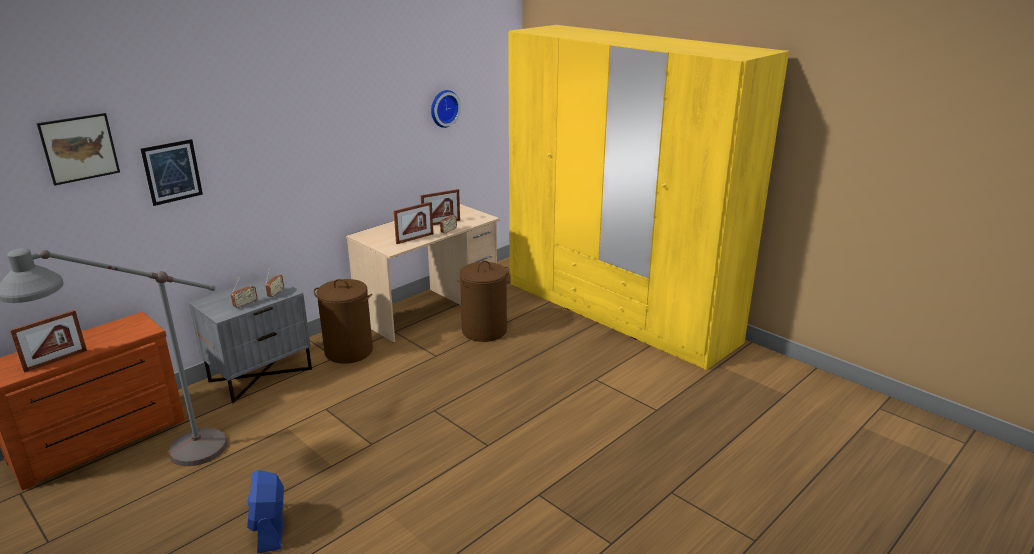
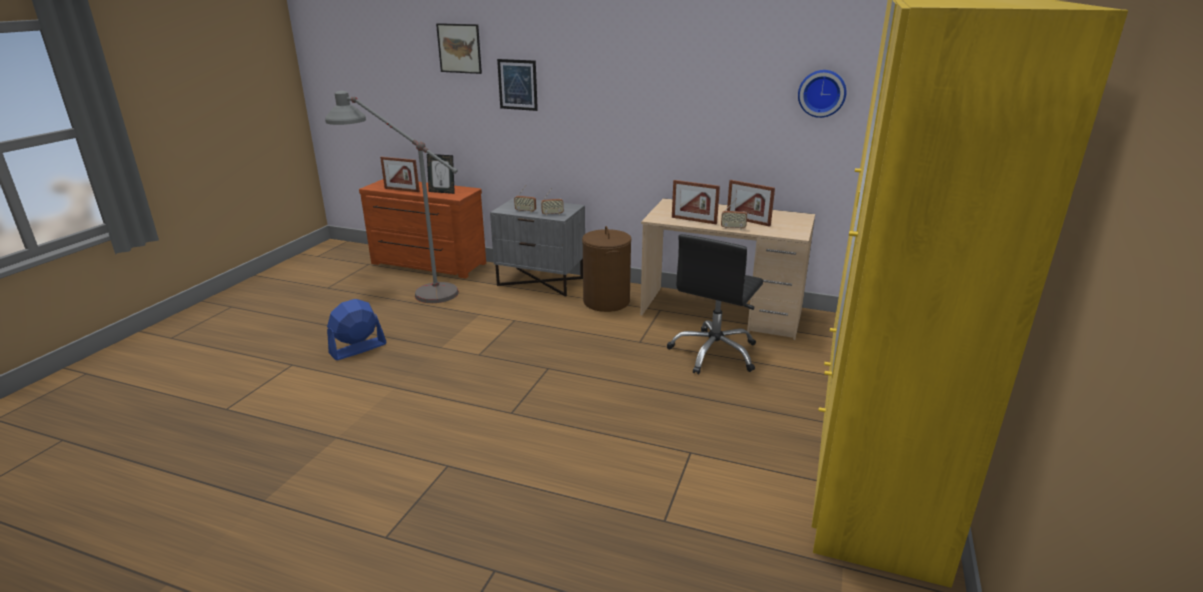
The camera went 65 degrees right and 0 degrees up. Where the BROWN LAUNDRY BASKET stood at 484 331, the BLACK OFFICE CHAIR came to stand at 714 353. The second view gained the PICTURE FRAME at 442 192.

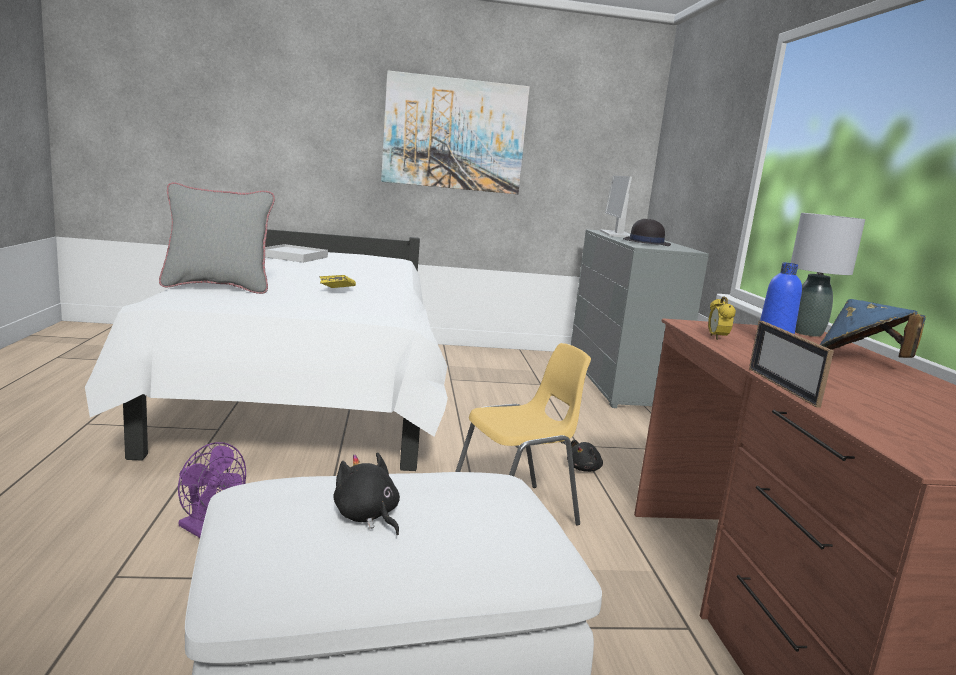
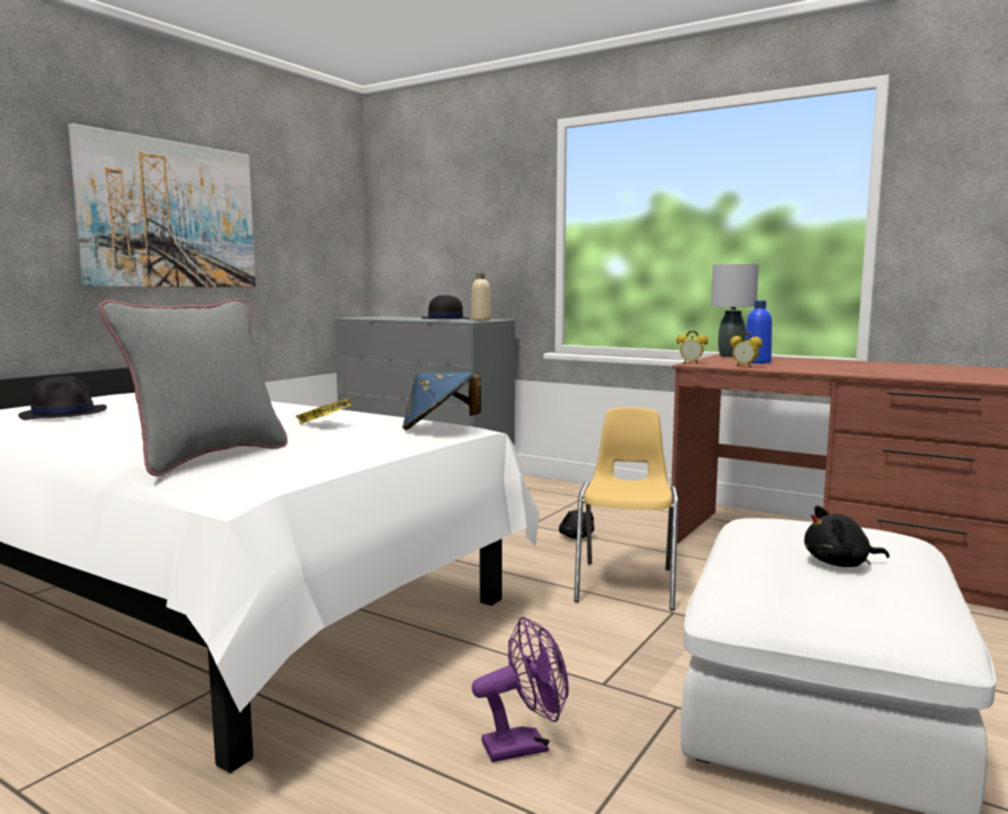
The camera went 50 degrees left and 5 degrees down. Where the WHITE TRAY stood at 293 256, the BLACK HAT came to stand at 64 413. The second view lost the MONITOR at 616 234. The second view lost the PICTURE FRAME at 781 386. The BLUE HAT ended up elsewhere, having gone from 859 361 to 438 428. The second view gained the BEIGE BOTTLE at 481 320. The second view gained the ALARM CLOCK at 691 363.

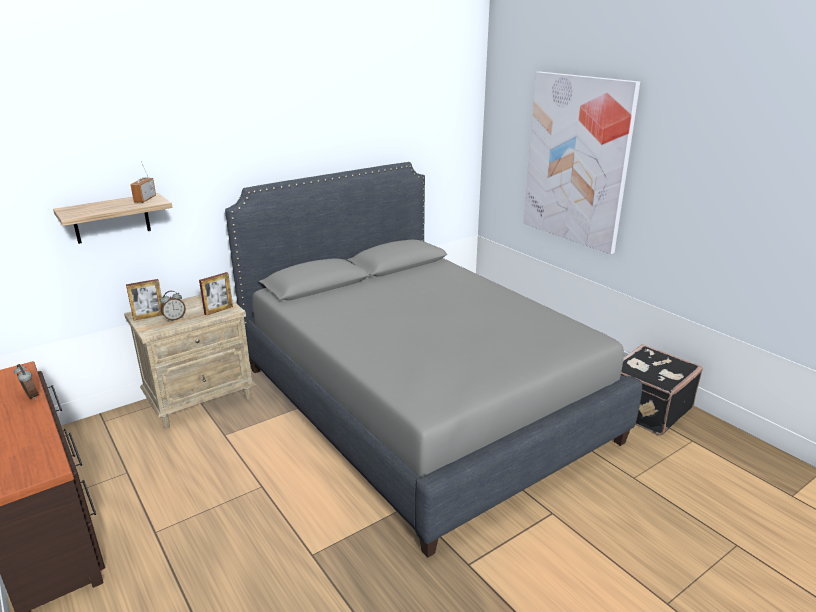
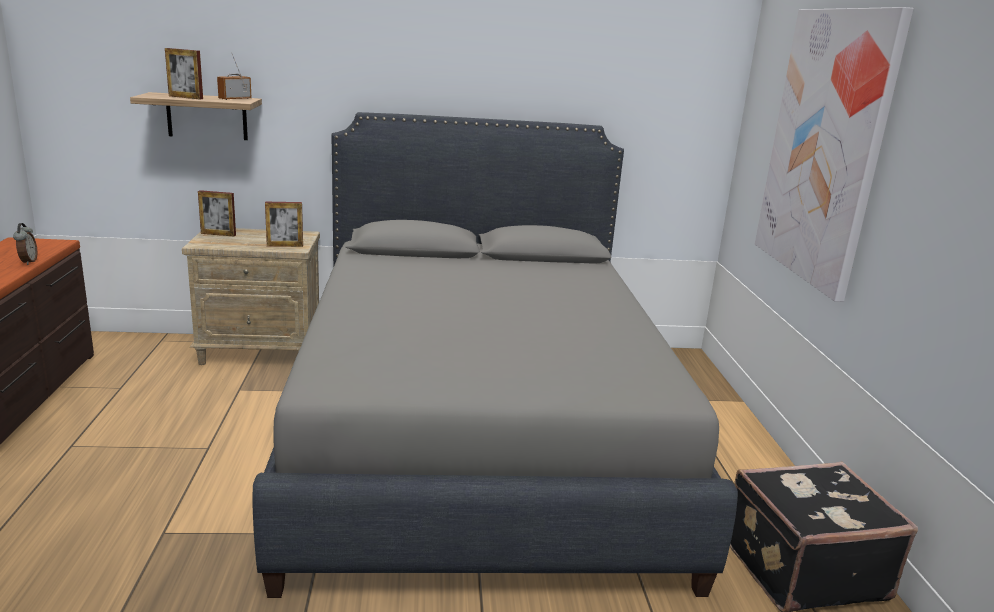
The camera went 30 degrees right and 5 degrees down. The second view lost the ALARM CLOCK at 174 318. The second view gained the PICTURE FRAME at 185 97.

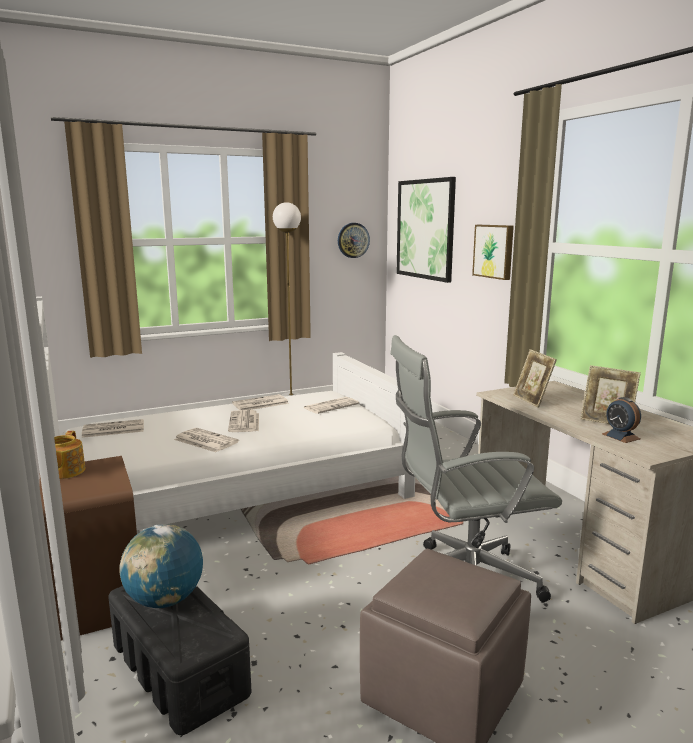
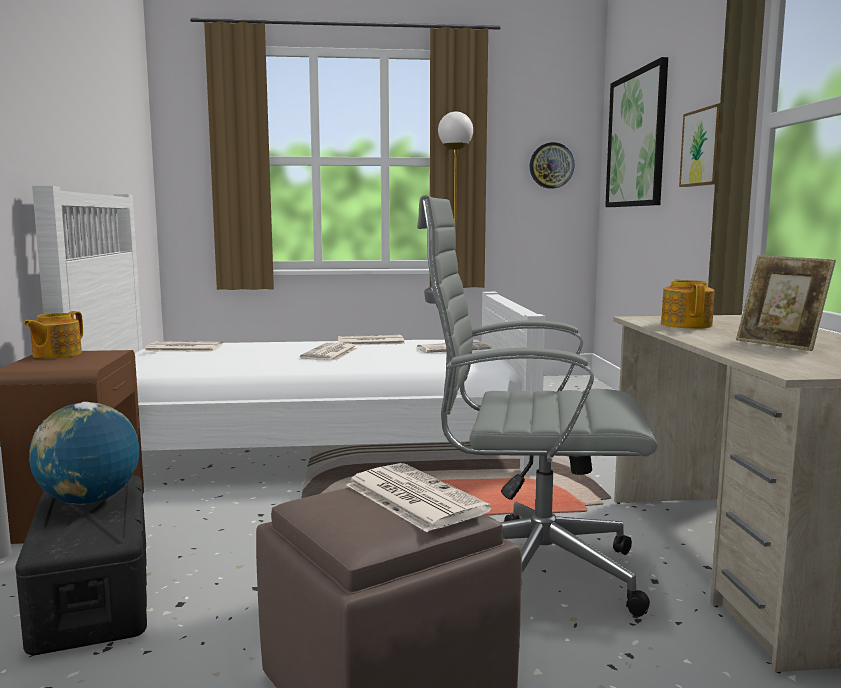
The camera went 20 degrees right and 5 degrees down. The NEWSPAPER ended up elsewhere, having gone from 205 441 to 412 497. Where the PICTURE FRAME stood at 532 400, the TEAPOT came to stand at 686 325. The second view lost the ALARM CLOCK at 621 436.

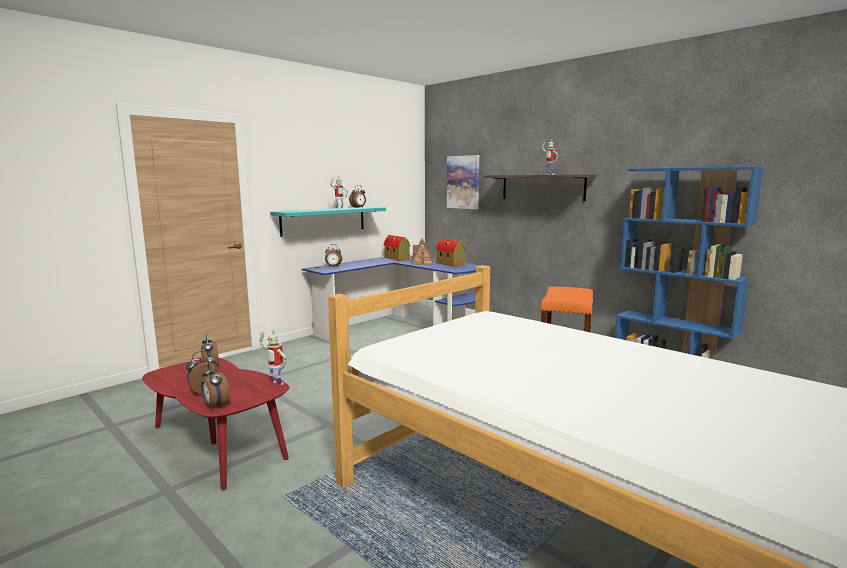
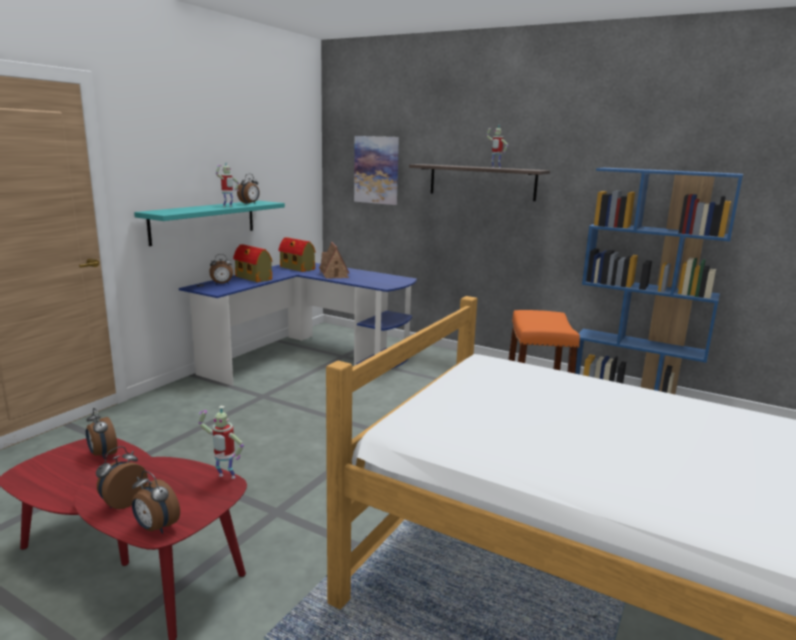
The camera went 15 degrees left and 5 degrees up. The TOY HOUSE ended up elsewhere, having gone from 451 264 to 254 278.

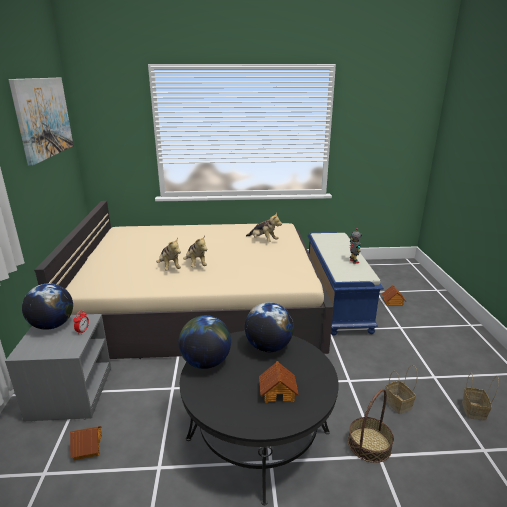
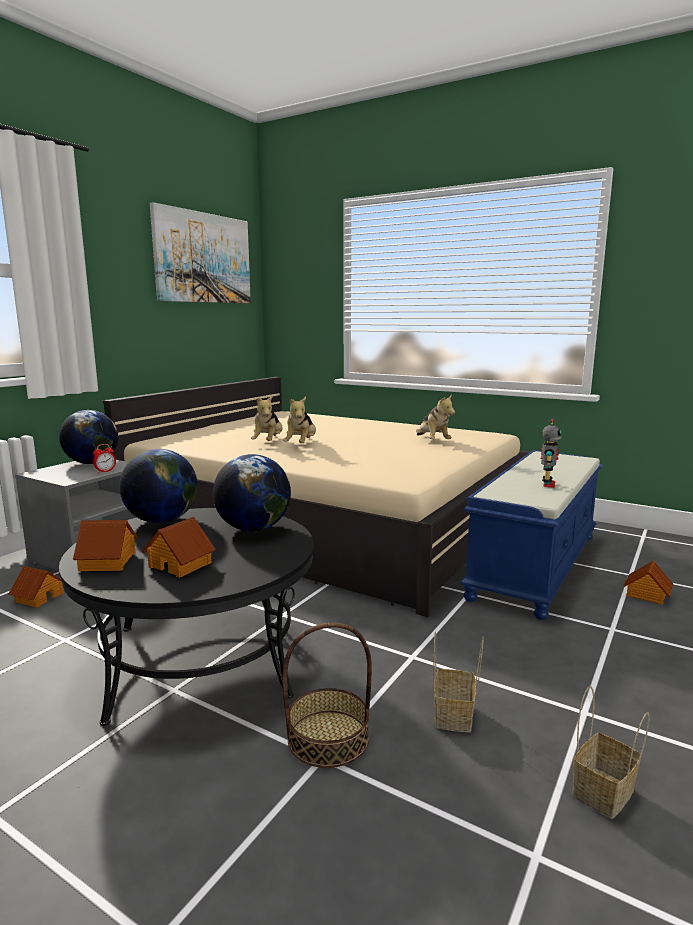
The camera went 35 degrees right and 10 degrees down. The second view gained the TOY HOUSE at 109 561.

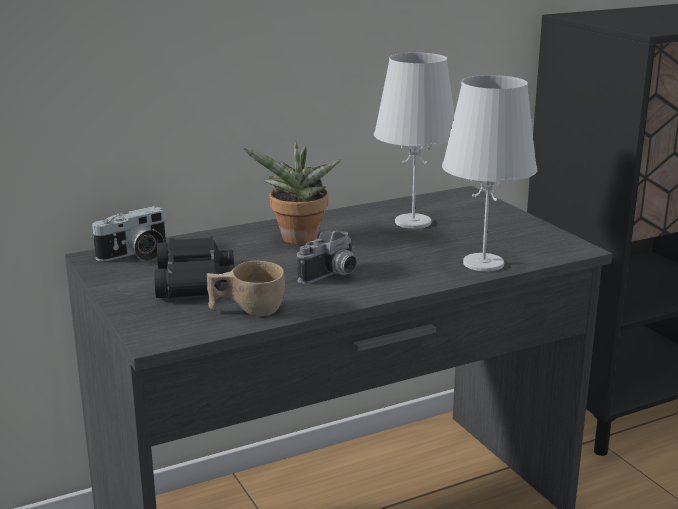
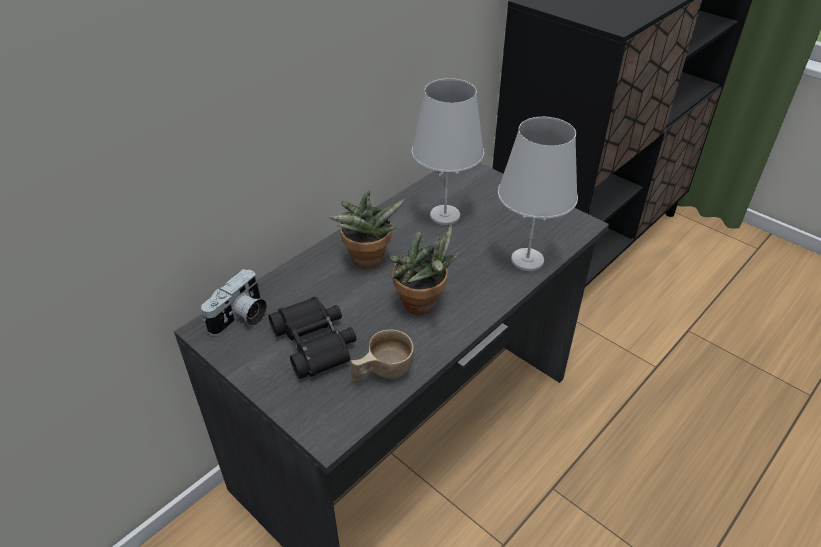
The camera went 20 degrees left and 20 degrees up. Where the PHOTO CAMERA stood at 332 276, the POTTED PLANT came to stand at 423 306.

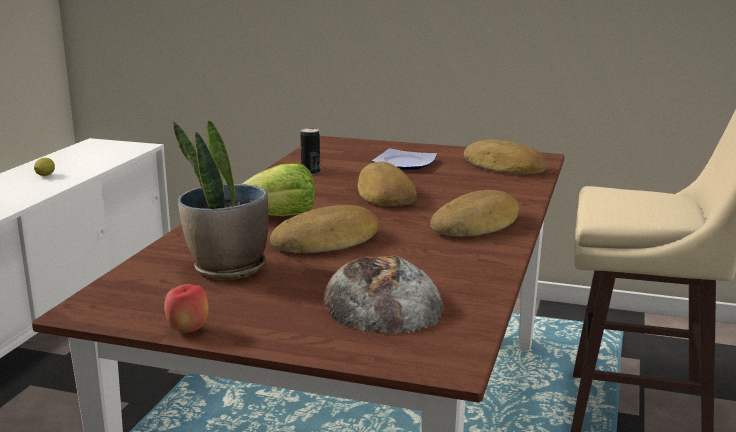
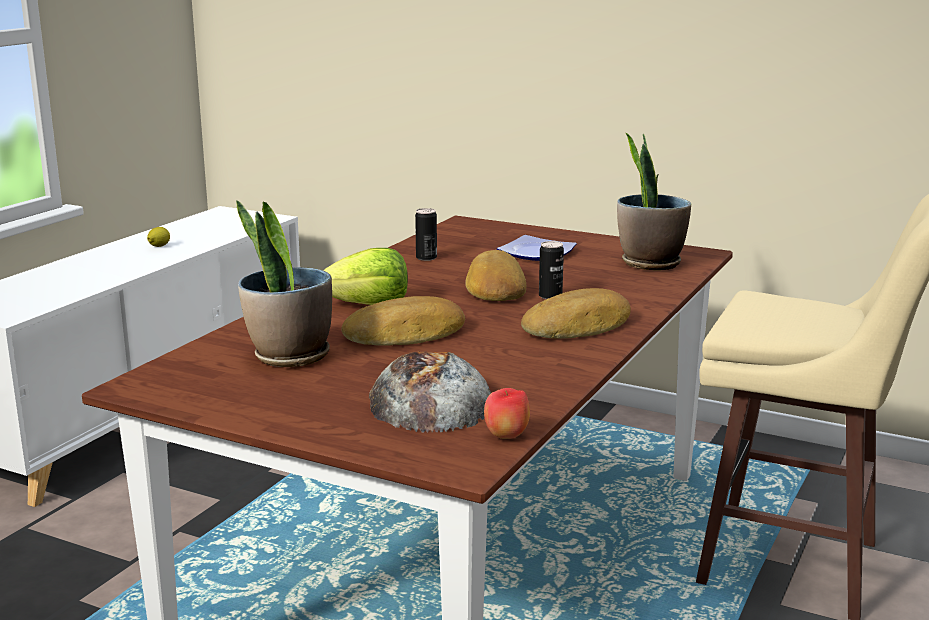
The camera went 10 degrees right and 0 degrees up. The APPLE ended up elsewhere, having gone from 188 330 to 506 436. Where the BREAD stood at 504 167, the POTTED PLANT came to stand at 650 263. The second view gained the CAN at 550 296.

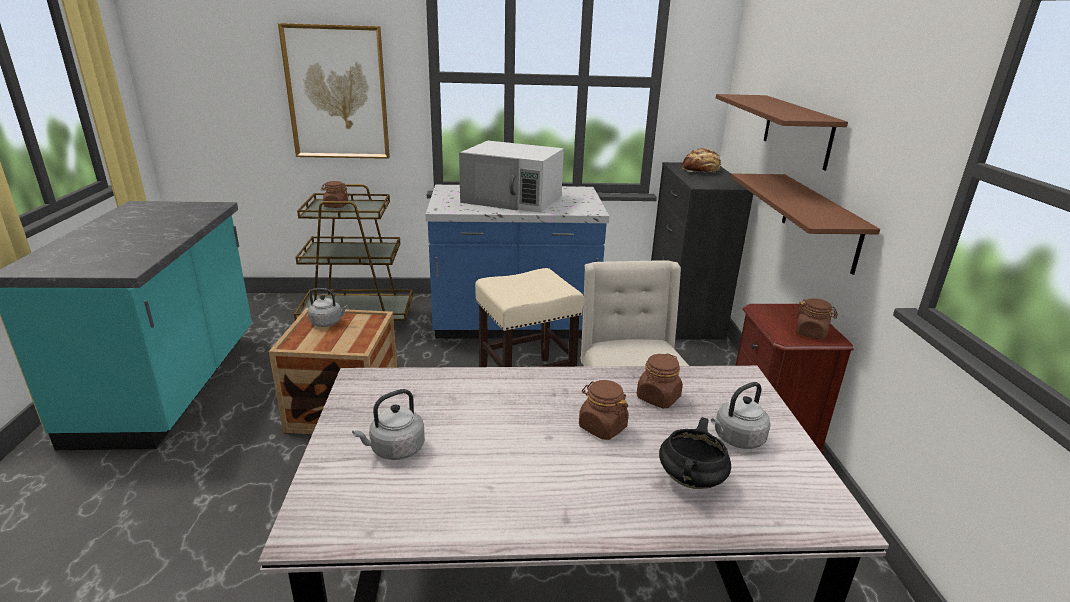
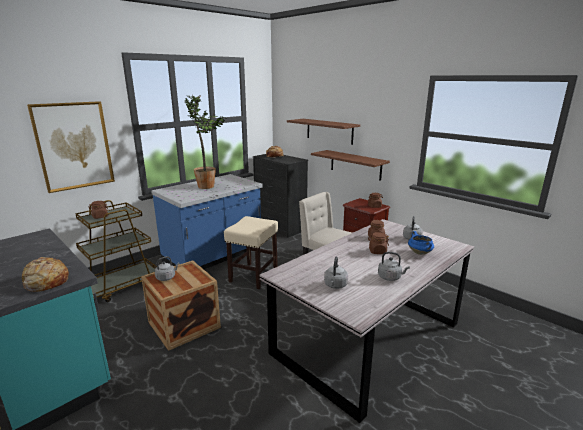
The camera went 40 degrees left and 5 degrees down. Where the WHITE MICROWAVE stood at 513 199, the POTTED PLANT came to stand at 207 187. What was the BLACK COOKING POT at 691 480 turned into the BLUE COOKING POT at 420 253. The second view gained the BREAD at 46 281. The second view gained the GREY KETTLE at 390 277.

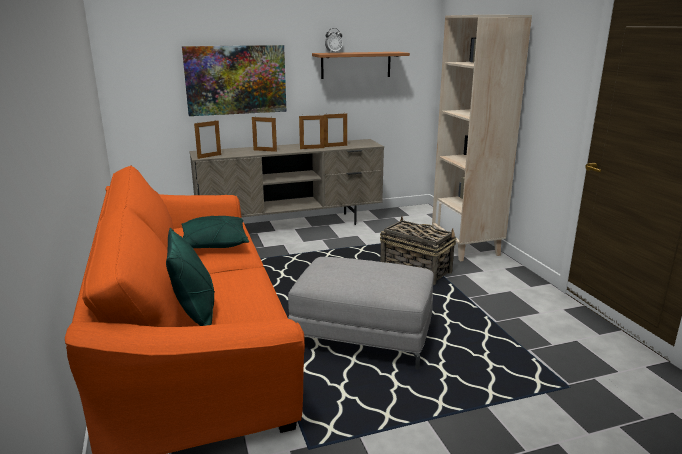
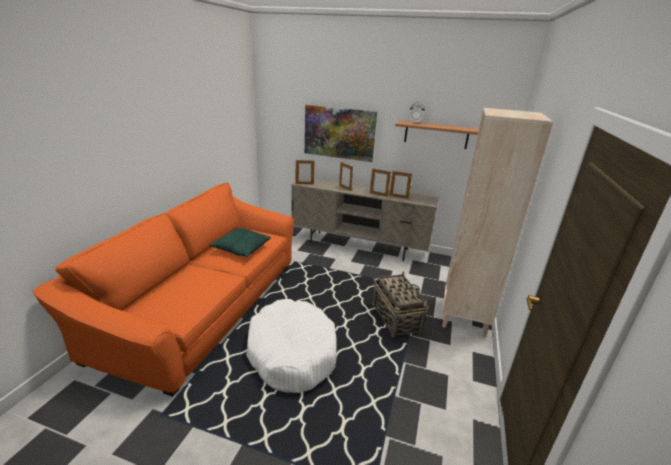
The camera went 35 degrees right and 5 degrees up. The second view lost the GREEN PILLOW at 195 314. Where the GREY OTTOMAN stood at 363 335, the WHITE DOG BED came to stand at 291 353.

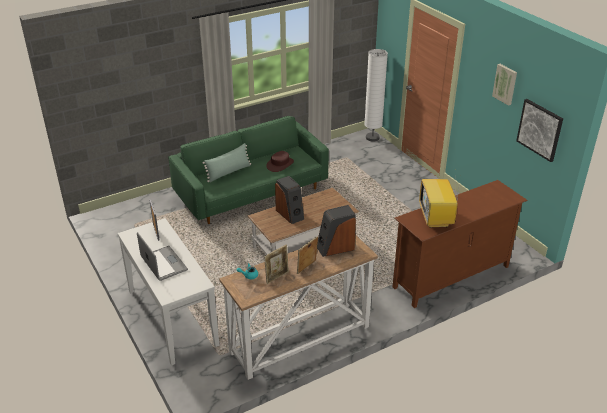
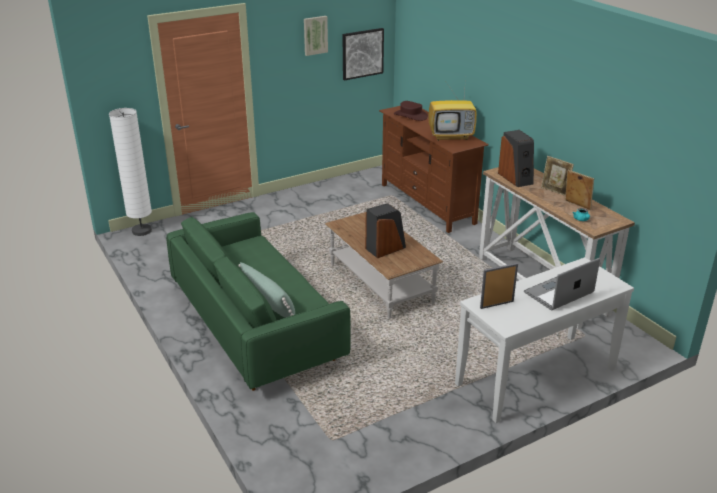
The camera went 90 degrees left and 5 degrees down. The BROWN HAT ended up elsewhere, having gone from 280 164 to 410 115.

